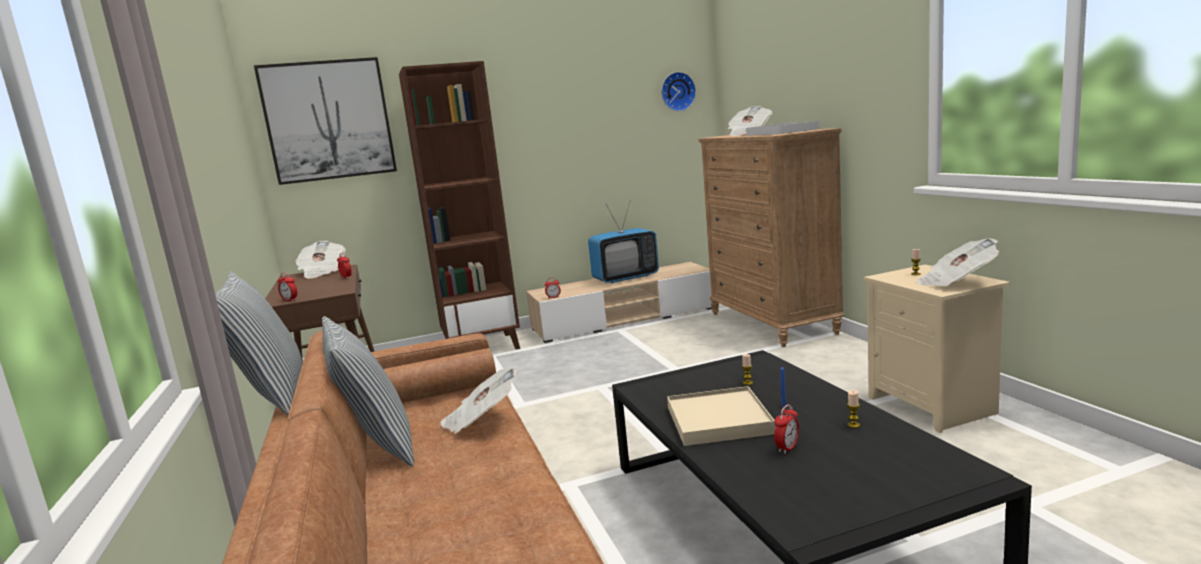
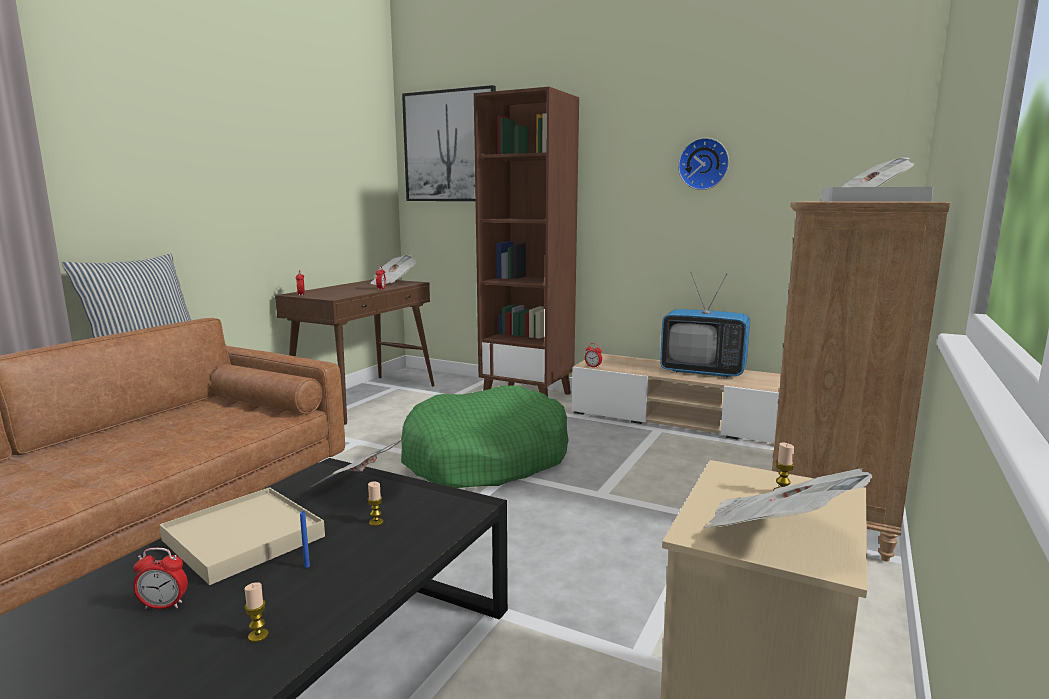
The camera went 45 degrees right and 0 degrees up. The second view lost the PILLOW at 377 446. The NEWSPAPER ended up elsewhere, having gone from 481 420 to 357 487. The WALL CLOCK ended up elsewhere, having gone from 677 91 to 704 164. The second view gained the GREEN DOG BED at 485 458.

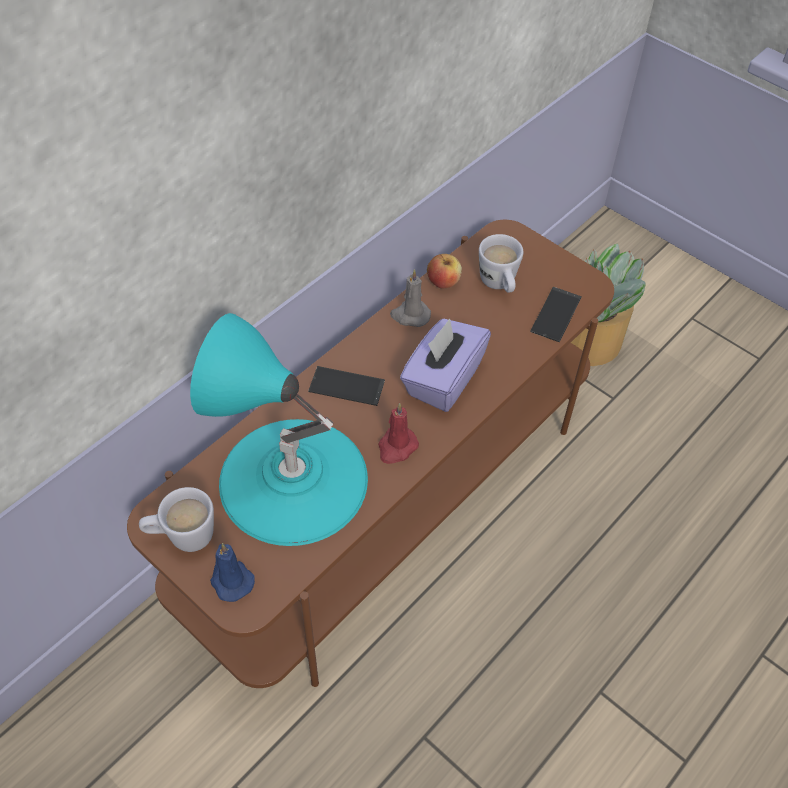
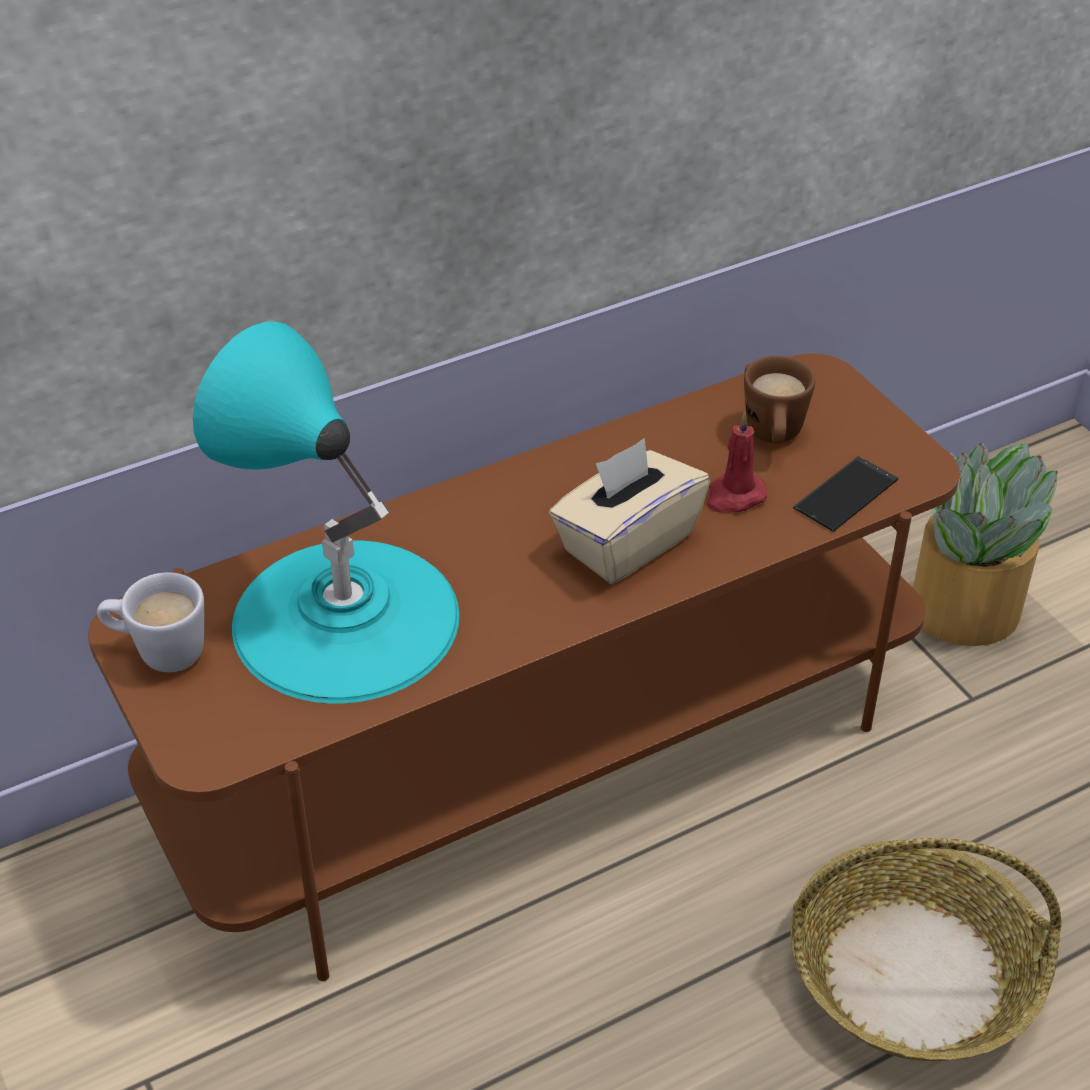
The camera went 20 degrees right and 10 degrees down. The second view lost the BLUE CANDLE at 231 580. The second view lost the PHONE at 346 386. The RED CANDLE ended up elsewhere, having gone from 396 447 to 734 496. The second view lost the GREY CANDLE at 410 315. What was the PURPLE TISSUE BOX at 443 380 turned into the BEIGE TISSUE BOX at 626 542. The second view lost the APPLE at 443 282. What was the WHITE MUG at 499 285 turned into the BROWN MUG at 774 438. The second view gained the BASKET at 914 974.

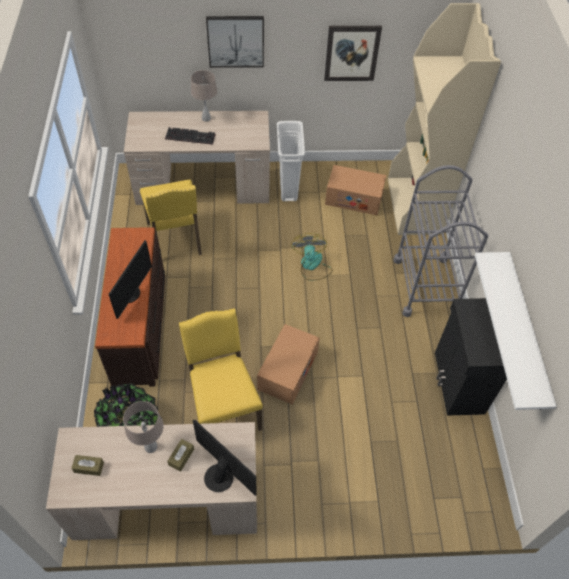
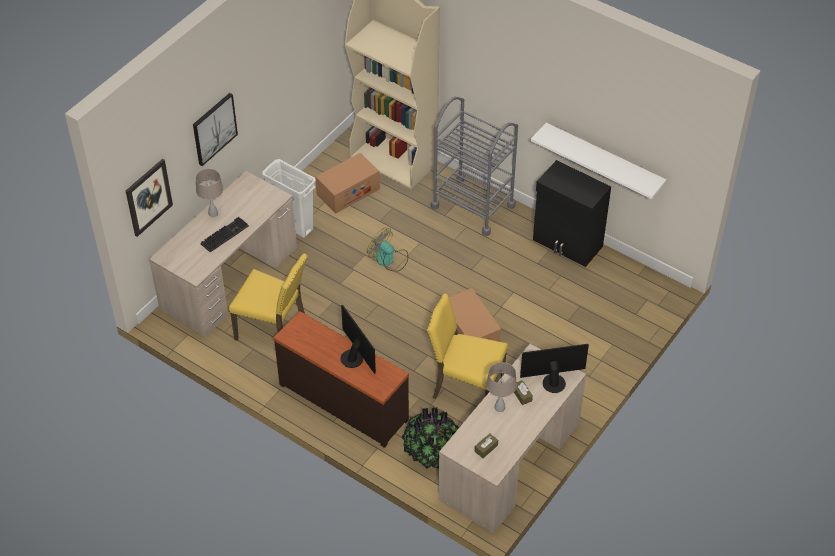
The camera went 50 degrees left and 5 degrees down. The PICTURE ended up elsewhere, having gone from 351 53 to 148 197.

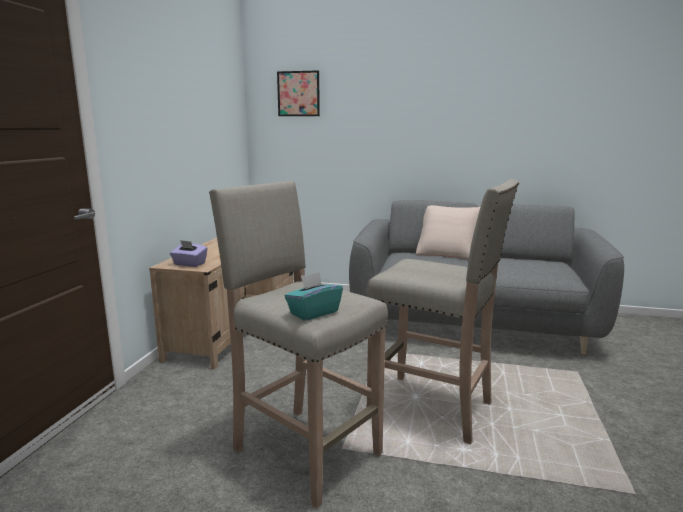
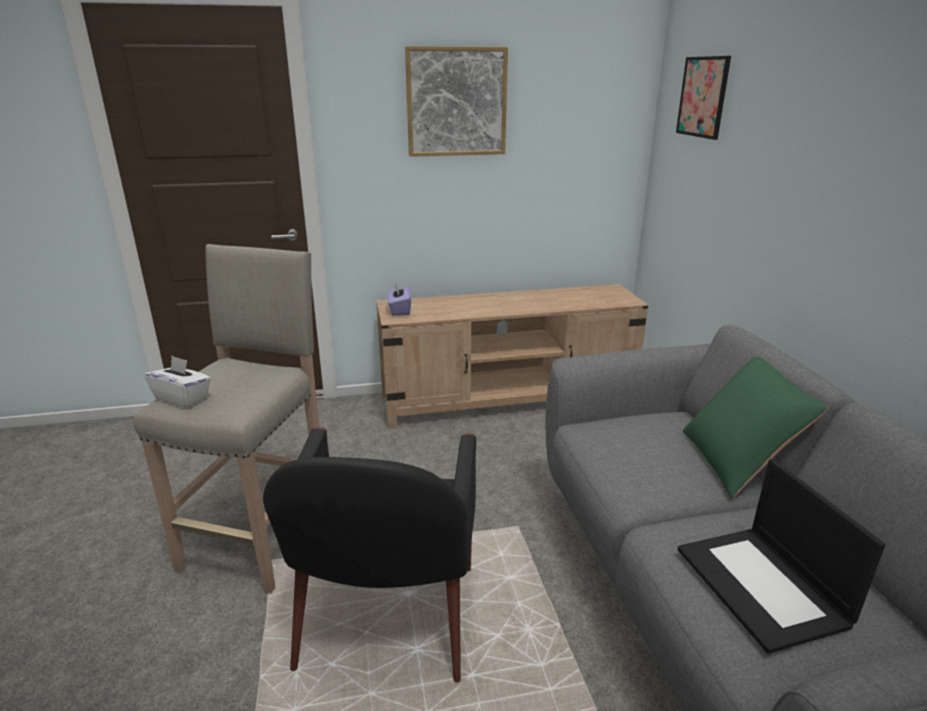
The camera went 65 degrees right and 10 degrees up. What was the TURQUOISE TISSUE BOX at 313 313 turned into the WHITE TISSUE BOX at 182 398. Where the BEIGE STOOL stood at 433 409, the BLACK ARMCHAIR came to stand at 386 619. What was the BEIGE PILLOW at 447 253 turned into the GREEN PILLOW at 737 461. The second view gained the PICTURE at 456 102. The second view gained the LAPTOP at 763 587.

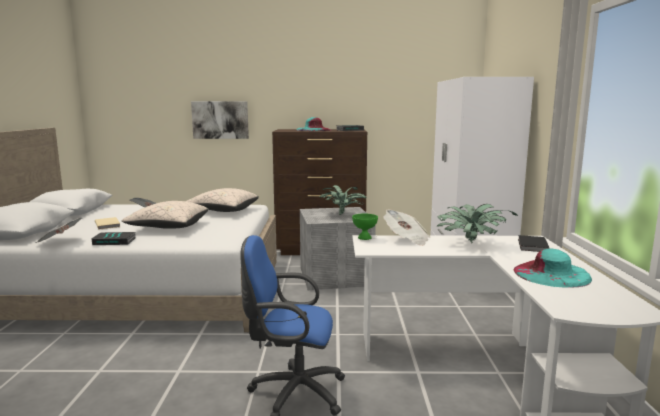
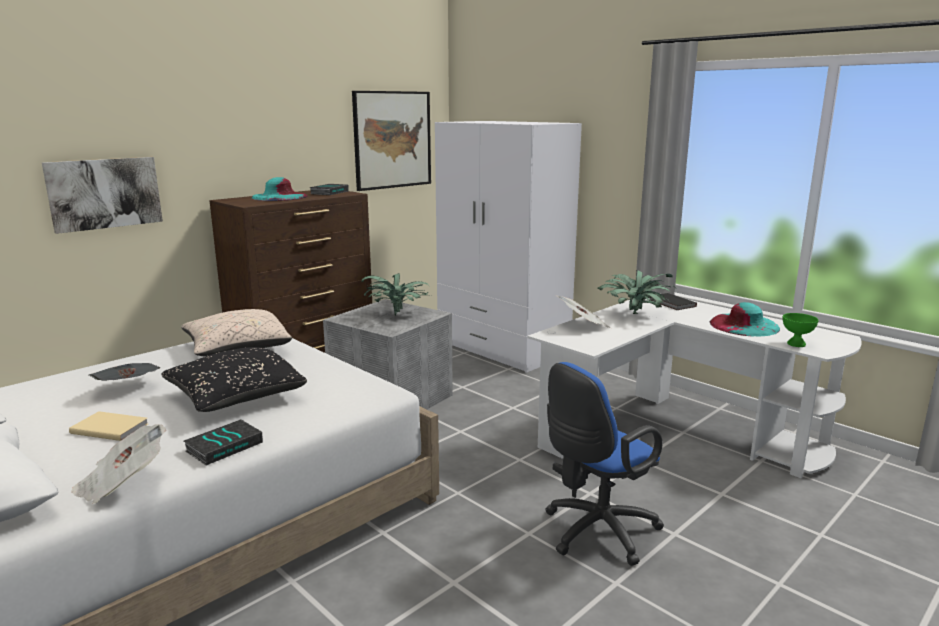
The camera went 45 degrees left and 5 degrees up. What was the BEIGE PILLOW at 168 227 turned into the BLACK PILLOW at 236 398. The GREEN BOWL ended up elsewhere, having gone from 364 238 to 796 344. The second view gained the PICTURE at 392 140.

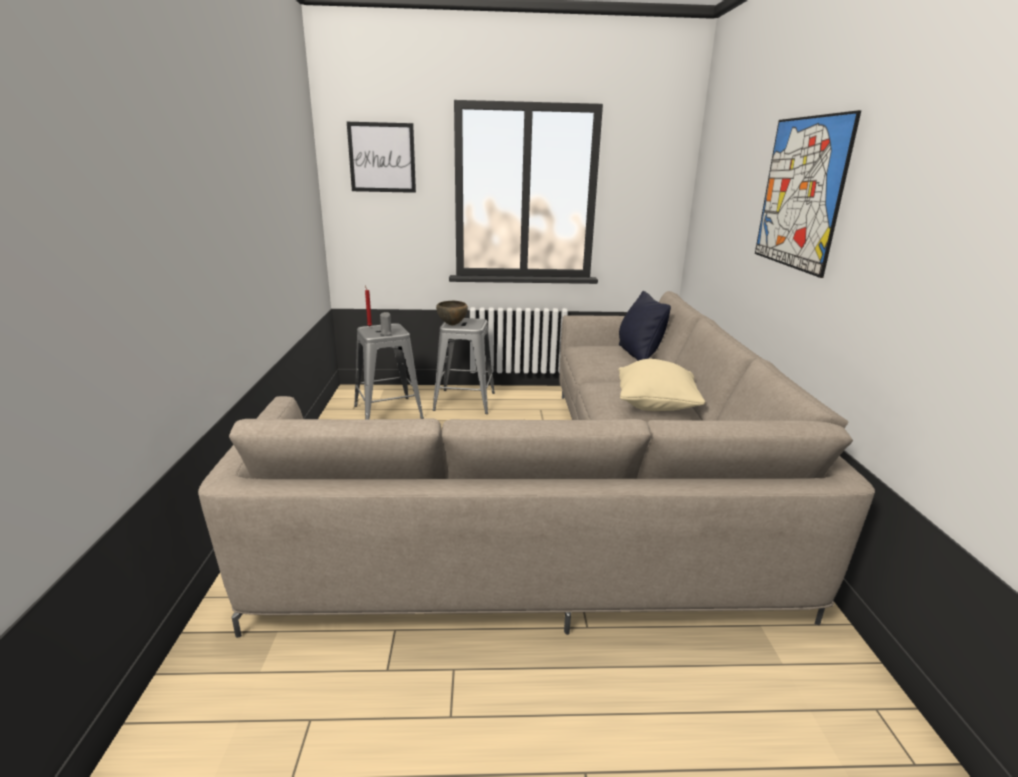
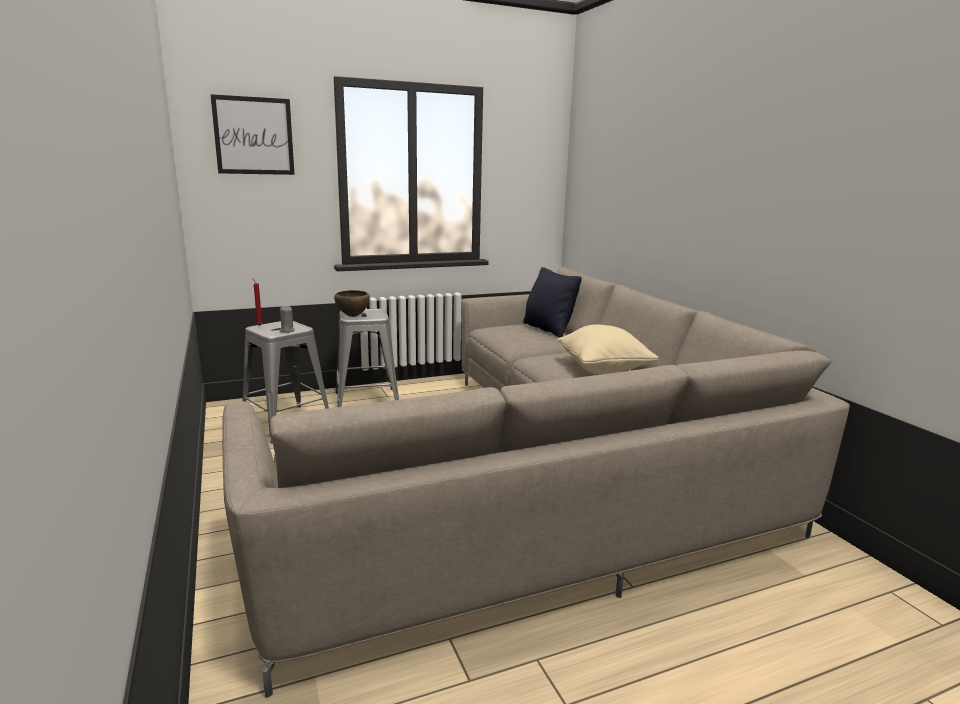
The camera went 20 degrees left and 5 degrees down. The second view lost the PICTURE at 800 193.

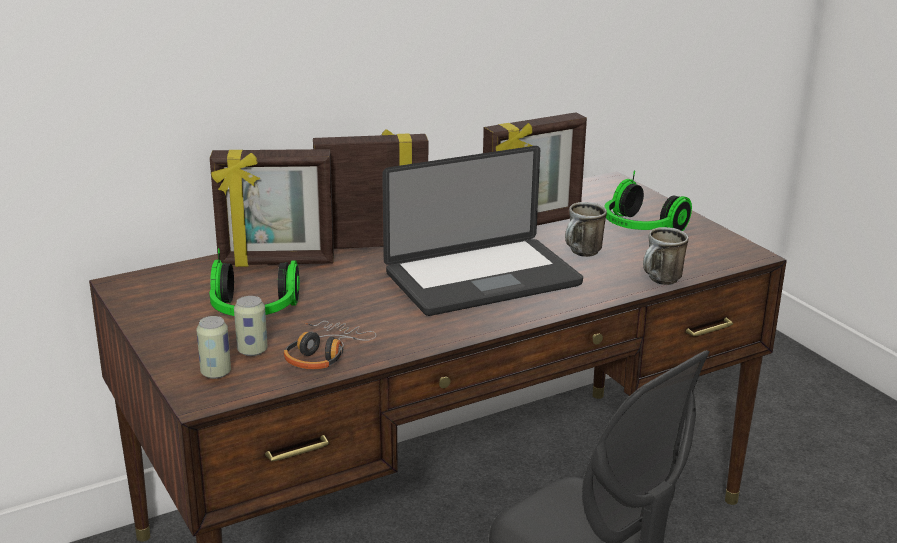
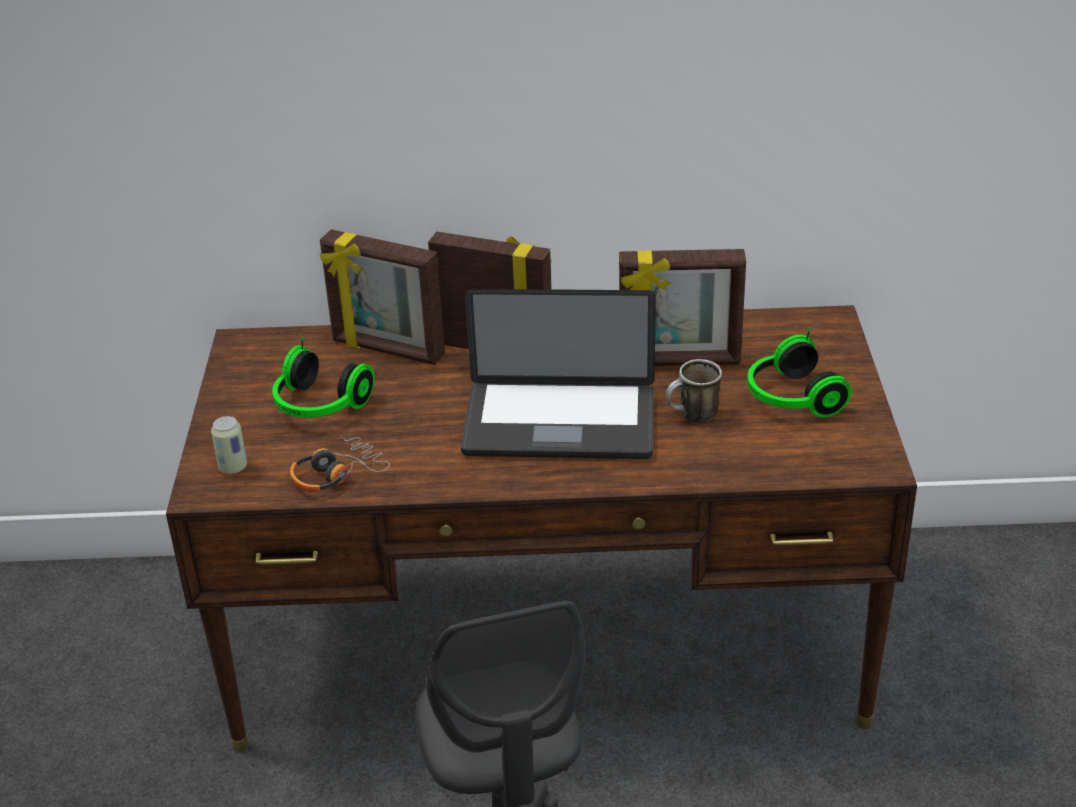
The camera went 30 degrees right and 10 degrees up. The second view lost the CAN at 252 350. The second view lost the MUG at 661 281.

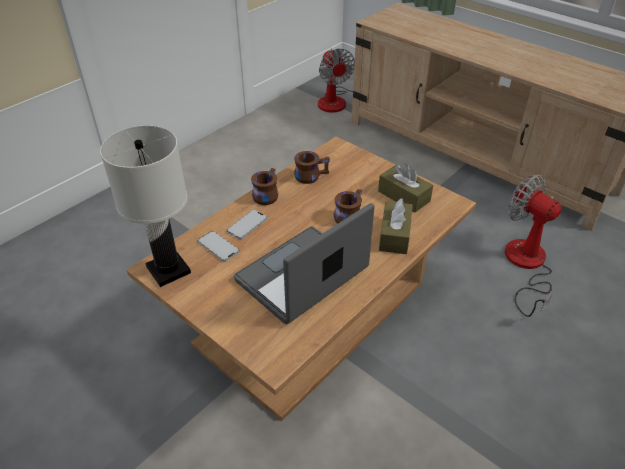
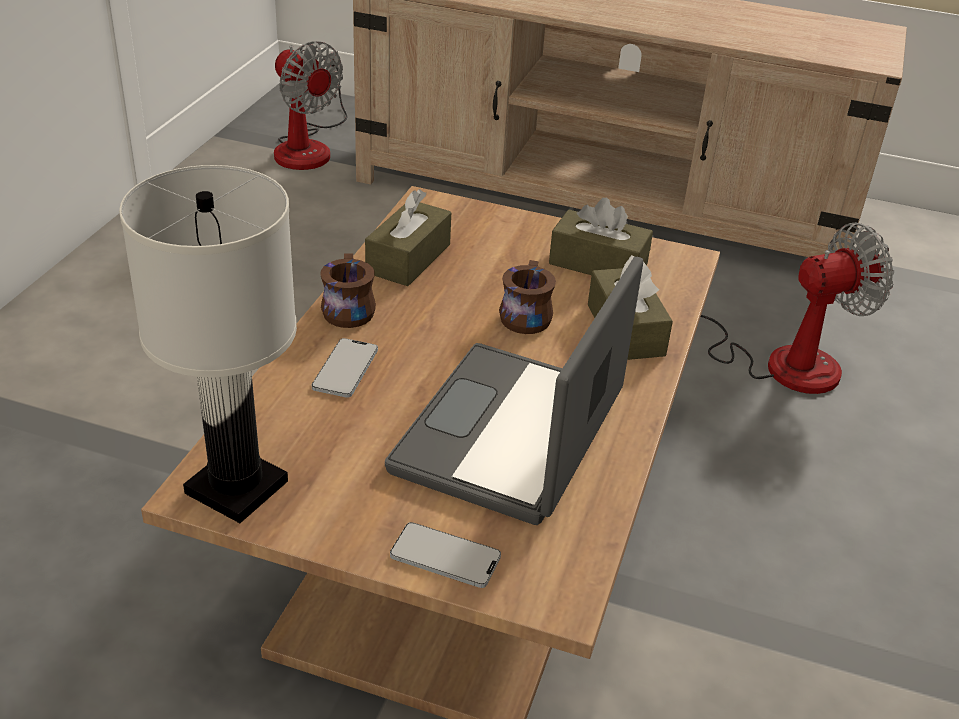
The camera went 25 degrees left and 5 degrees down. The PHONE ended up elsewhere, having gone from 218 247 to 445 557. Where the BROWN MUG stood at 310 175, the BROWN TISSUE BOX came to stand at 408 258. The FAN at 525 265 ended up facing another way, 135 degrees clockwise from before.

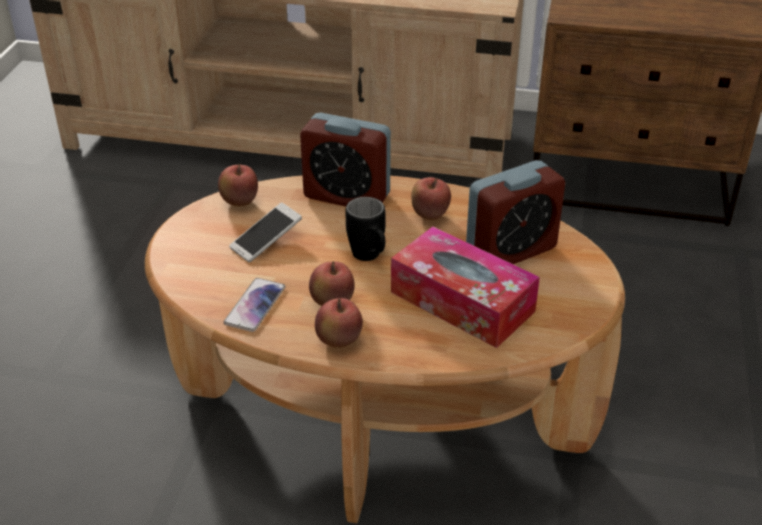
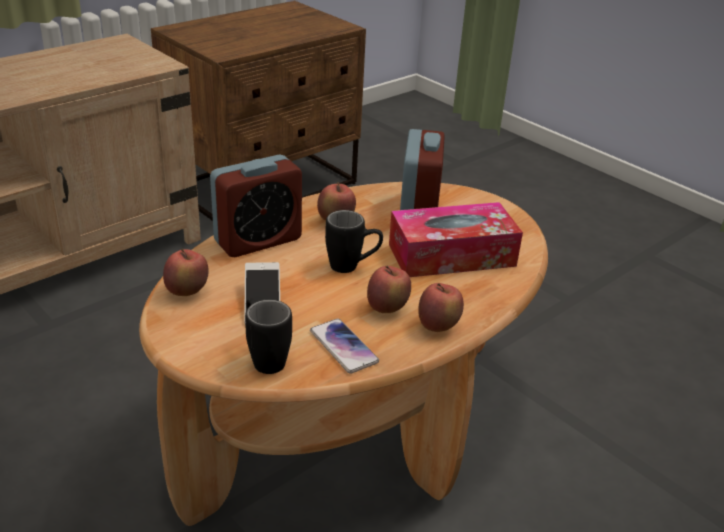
The camera went 55 degrees left and 5 degrees down. The second view gained the BLACK MUG at 264 357.

